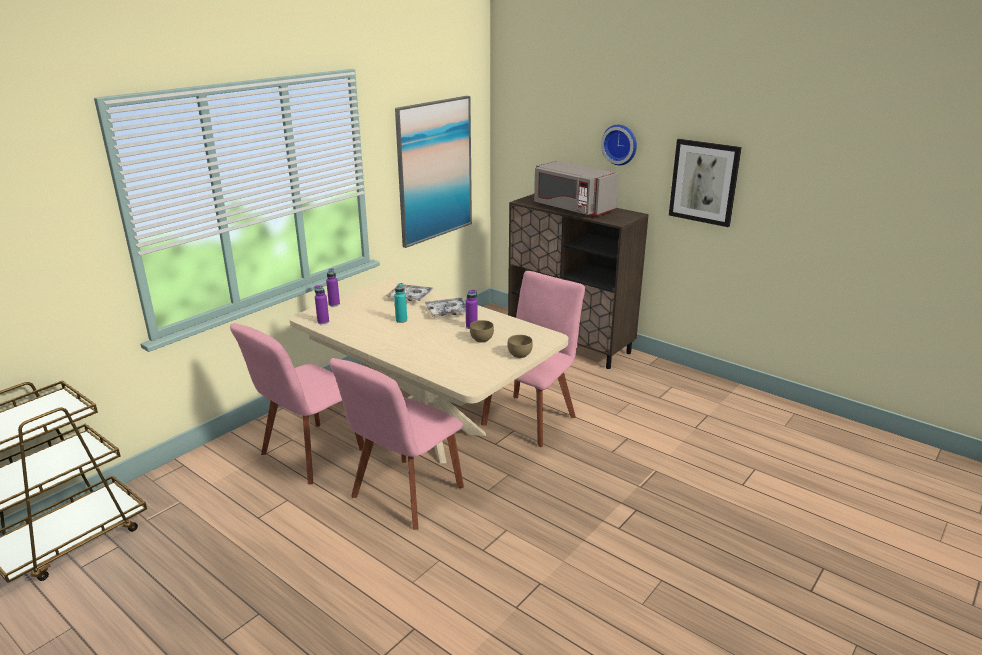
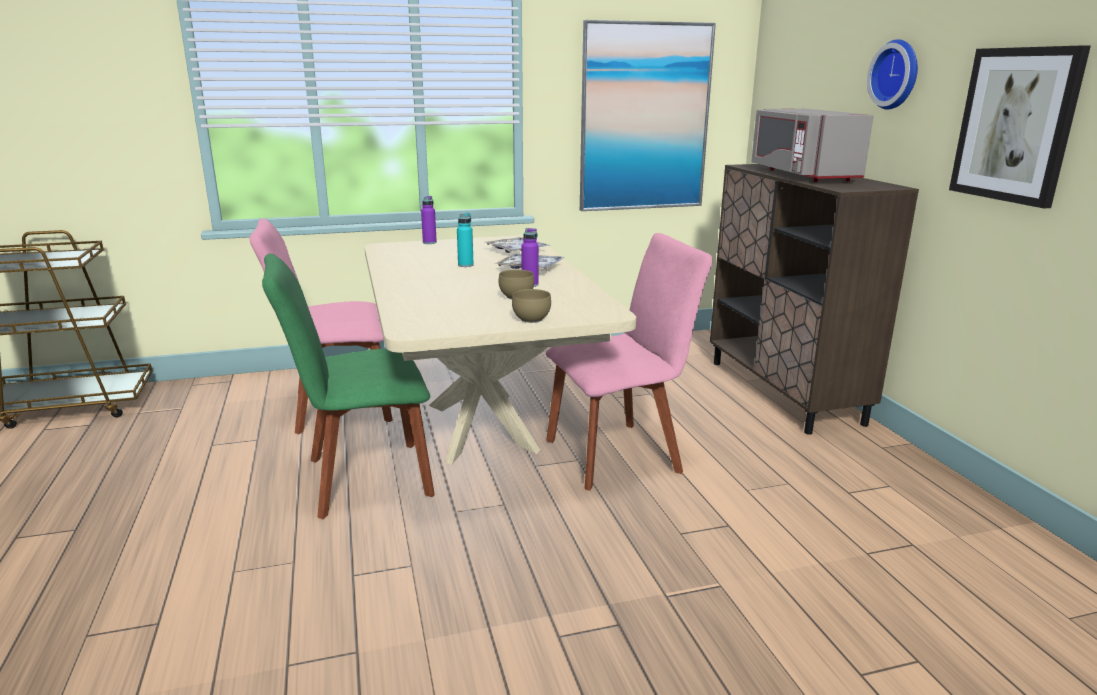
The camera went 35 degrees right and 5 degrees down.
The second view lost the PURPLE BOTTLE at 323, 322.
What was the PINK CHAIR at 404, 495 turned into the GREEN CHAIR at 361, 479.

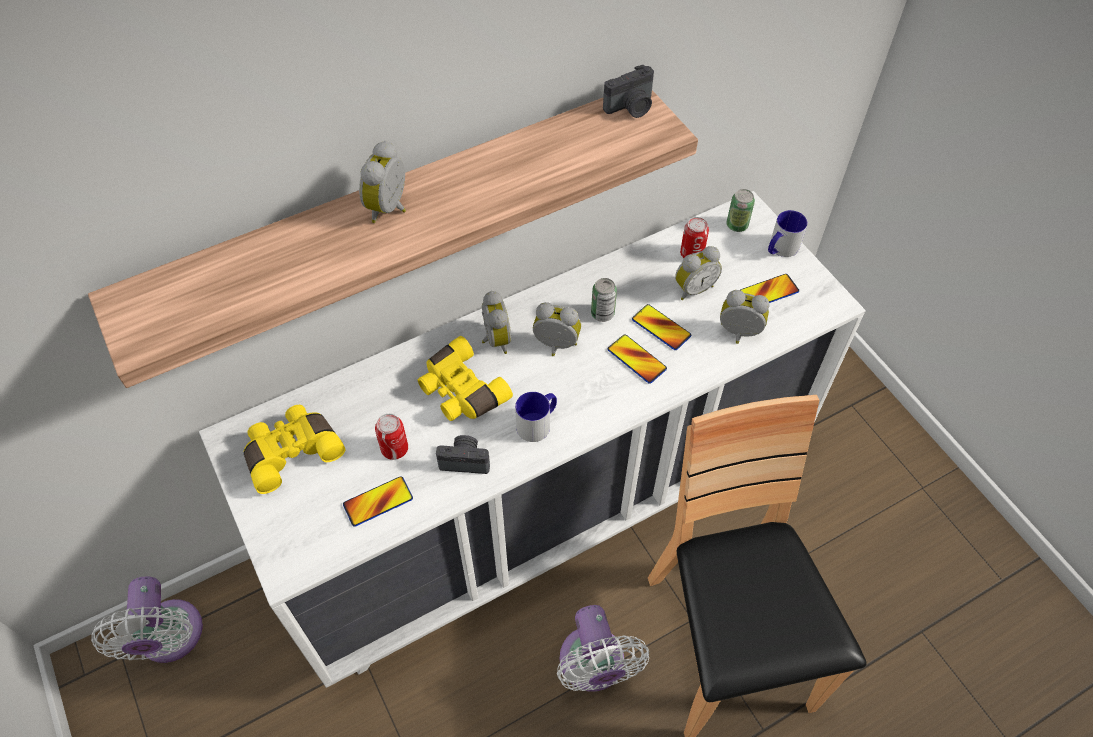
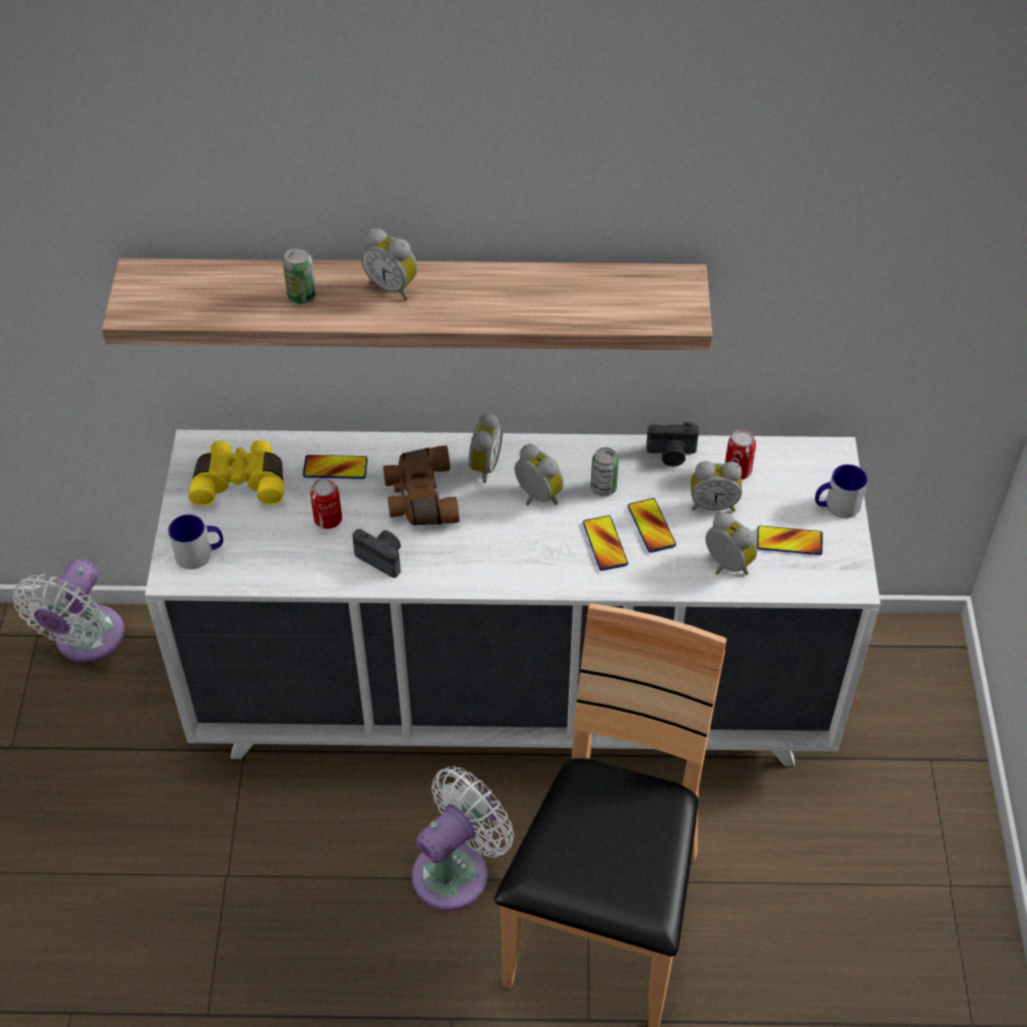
The camera went 30 degrees right and 5 degrees down.
The PHONE ended up elsewhere, having gone from 378, 502 to 335, 468.
The MUG ended up elsewhere, having gone from 538, 423 to 200, 554.
The PHOTO CAMERA ended up elsewhere, having gone from 631, 107 to 671, 454.
The CAN ended up elsewhere, having gone from 737, 225 to 302, 296.
What was the YELLOW BINOCULARS at 460, 391 turned into the BROWN BINOCULARS at 419, 497.
The ALARM CLOCK at 391, 208 ended up facing another way, 105 degrees counterclockwise from before.
The WHITE FAN at 593, 667 ended up facing another way, 150 degrees counterclockwise from before.

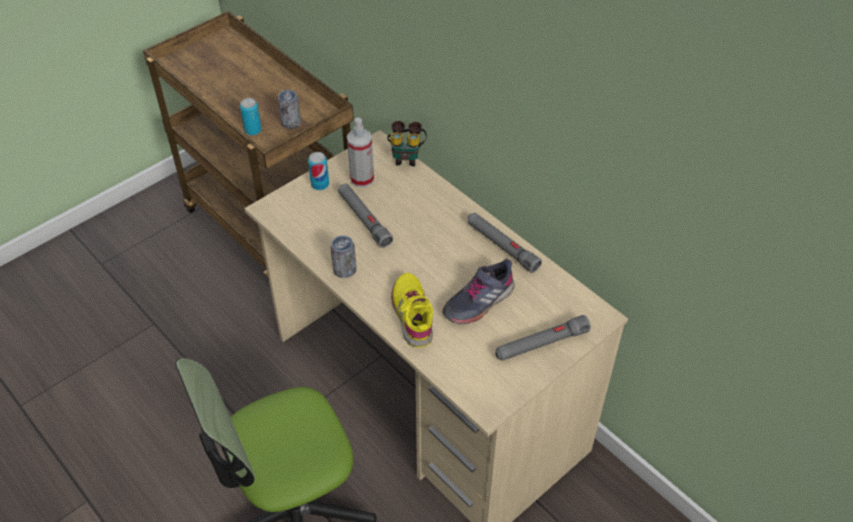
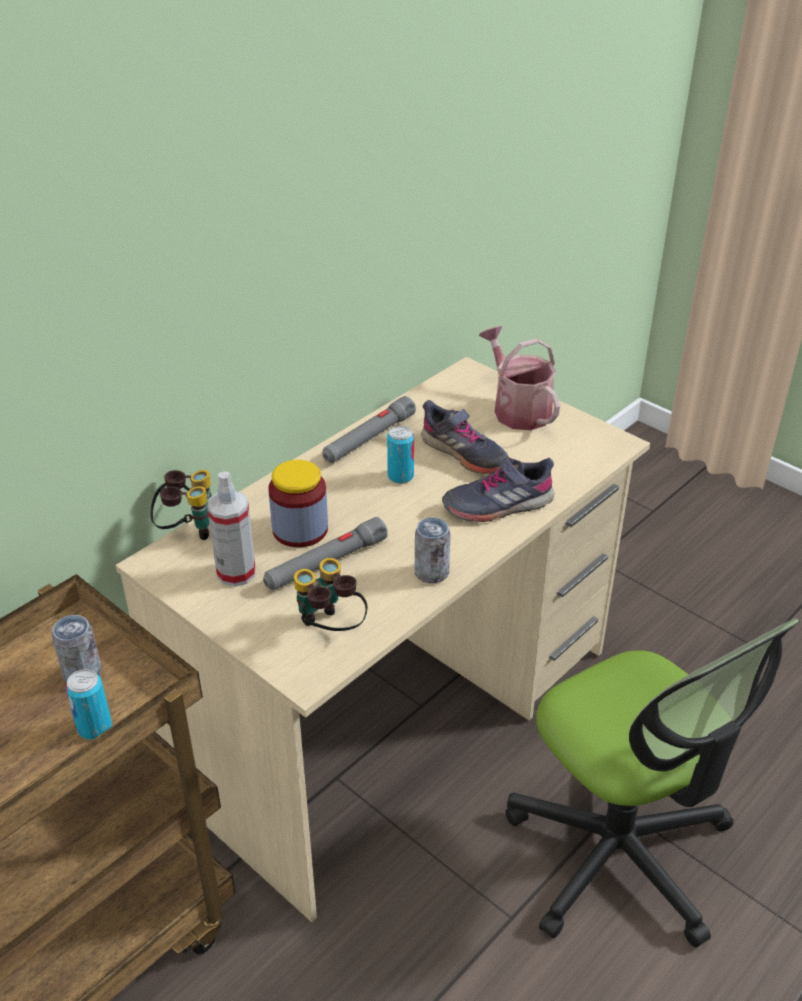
The camera went 95 degrees left and 10 degrees down.
The second view gained the JAR at 300, 529.
The second view gained the BINOCULARS at 329, 629.
The CAN ended up elsewhere, having gone from 320, 184 to 400, 476.
Where the GREY FLASHLIGHT stood at 541, 344, the WATERING CAN came to stand at 517, 409.
What was the YELLOW SHOE at 413, 314 turned into the GREY SHOE at 498, 504.

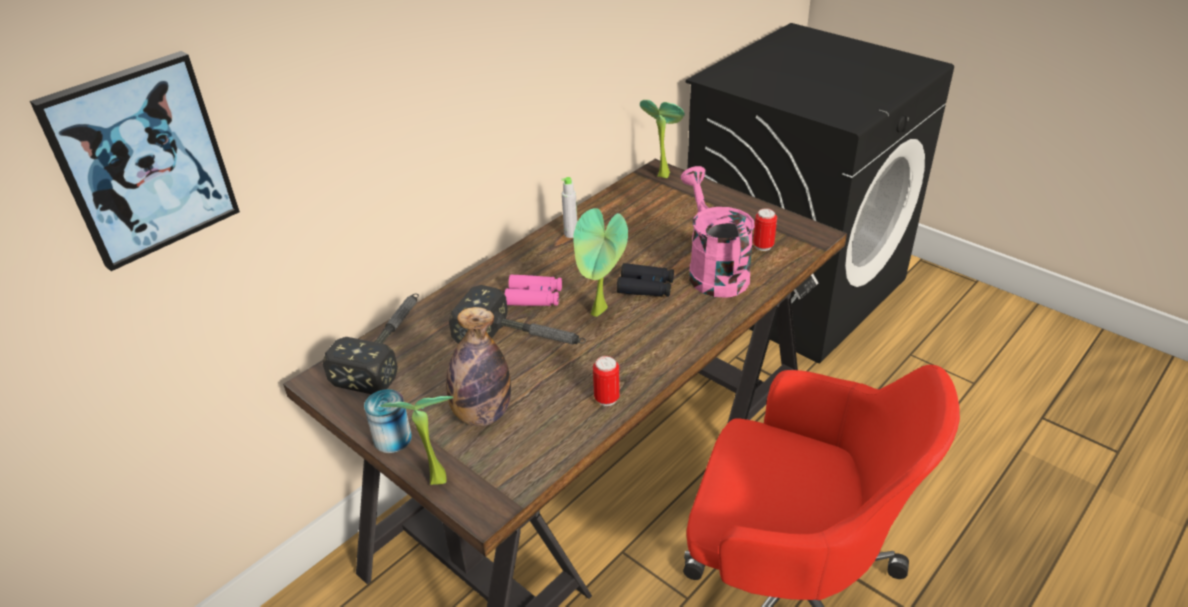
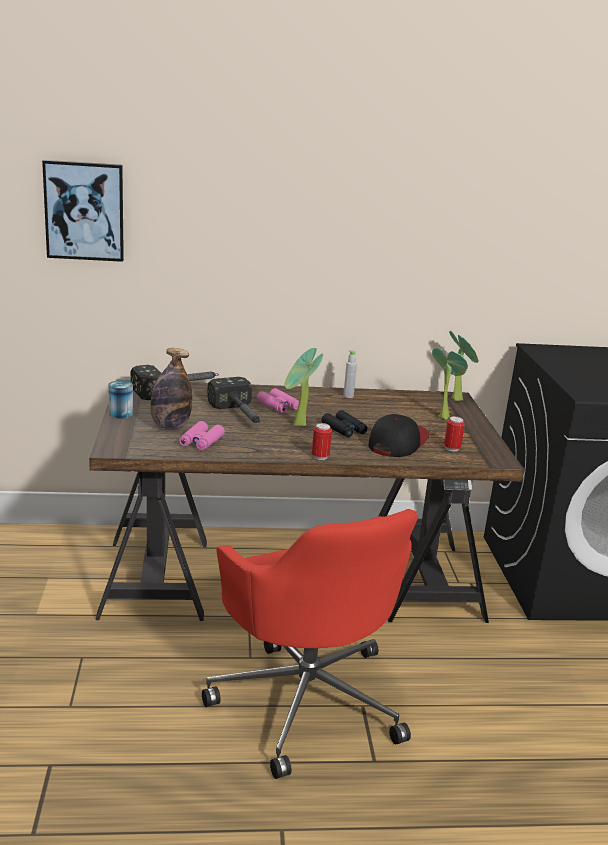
The camera went 40 degrees right and 15 degrees down.
The second view gained the PINK BINOCULARS at 201, 442.
The POTTED PLANT ended up elsewhere, having gone from 434, 476 to 442, 416.
The CAN ended up elsewhere, having gone from 607, 399 to 320, 457.
Where the PINK WATERING CAN stood at 713, 270, the CAP came to stand at 397, 442.

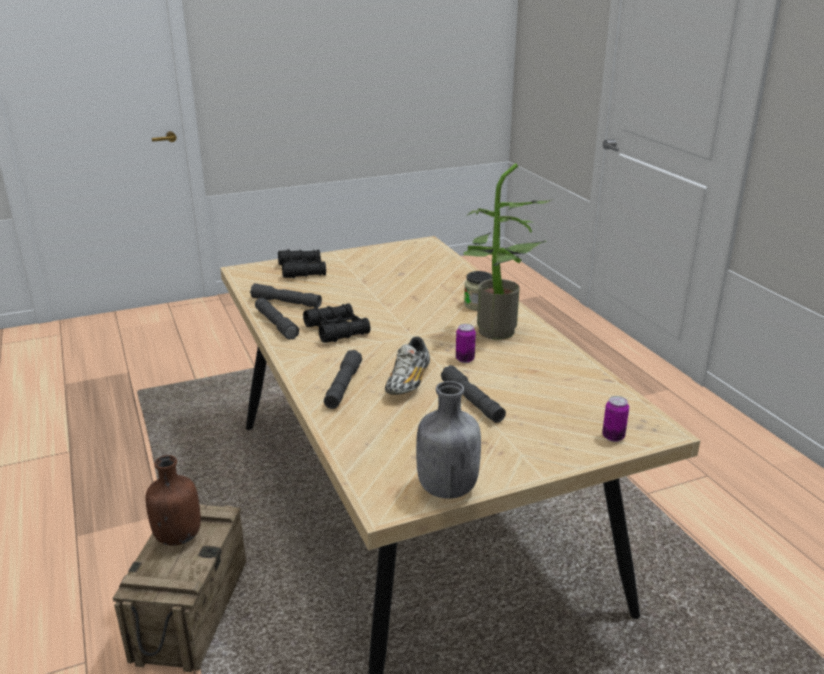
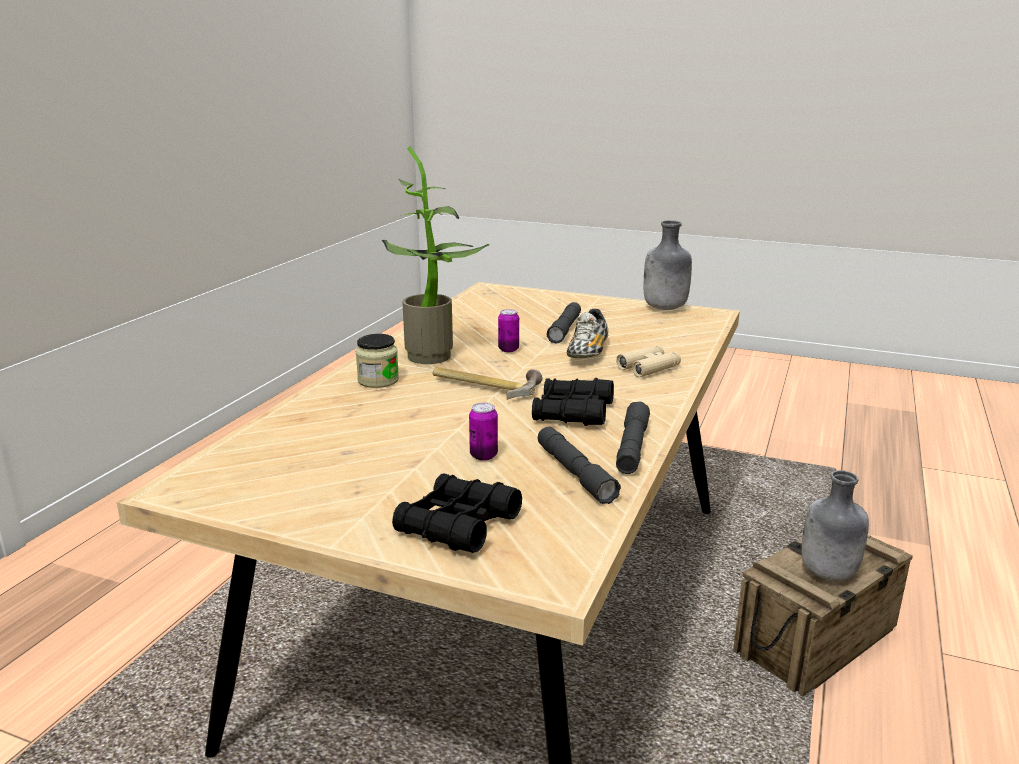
The camera went 135 degrees left and 5 degrees down.
The second view gained the HAMMER at 485, 385.
The CAN ended up elsewhere, having gone from 613, 437 to 483, 455.
Where the GREY FLASHLIGHT stood at 343, 386, the BEIGE BINOCULARS came to stand at 648, 368.
What was the BROWN BOTTLE at 178, 536 turned into the GREY BOTTLE at 828, 573.
The SHOE at 408, 382 ended up facing another way, 135 degrees clockwise from before.

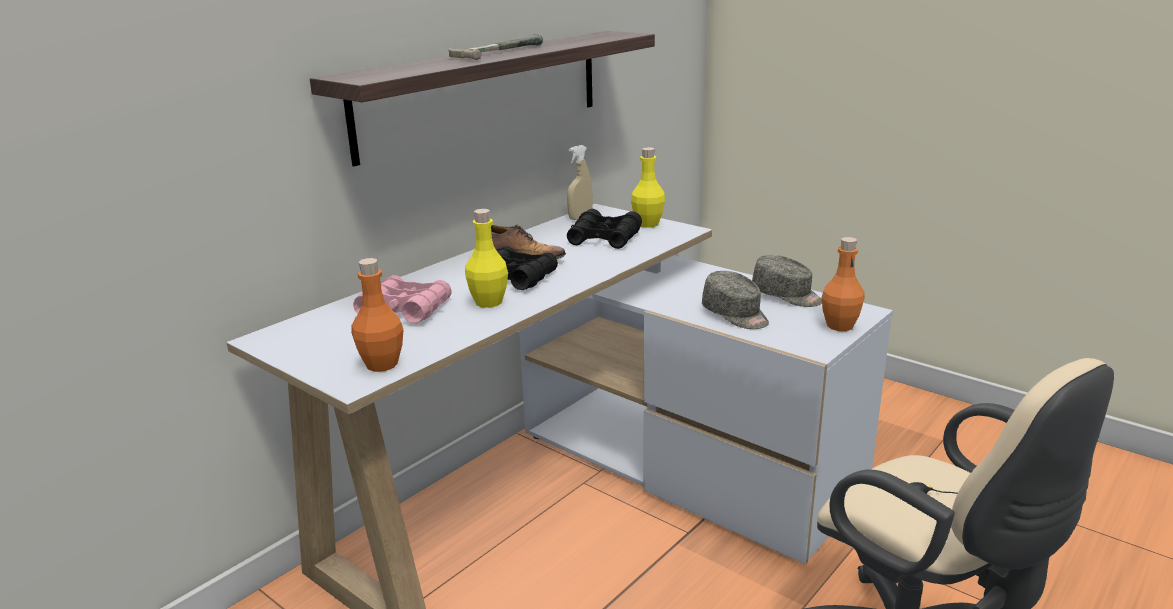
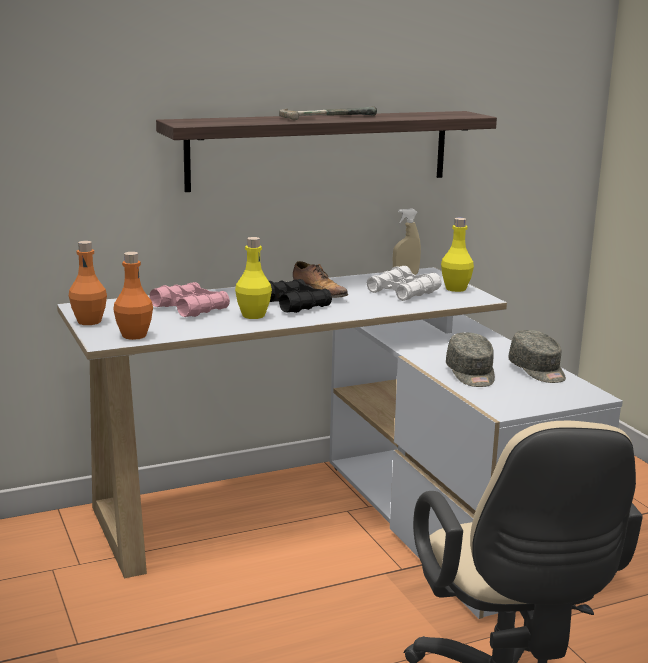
The camera went 25 degrees right and 5 degrees down.
The ORANGE BOTTLE ended up elsewhere, having gone from 840, 326 to 89, 321.
What was the BLACK BINOCULARS at 604, 238 turned into the WHITE BINOCULARS at 403, 292.

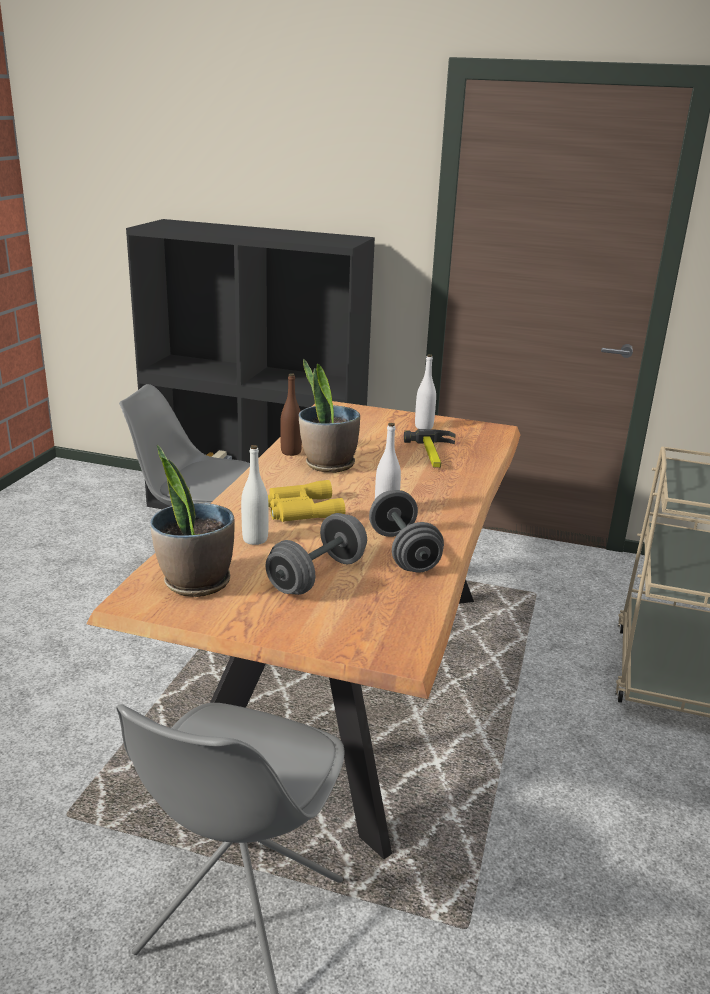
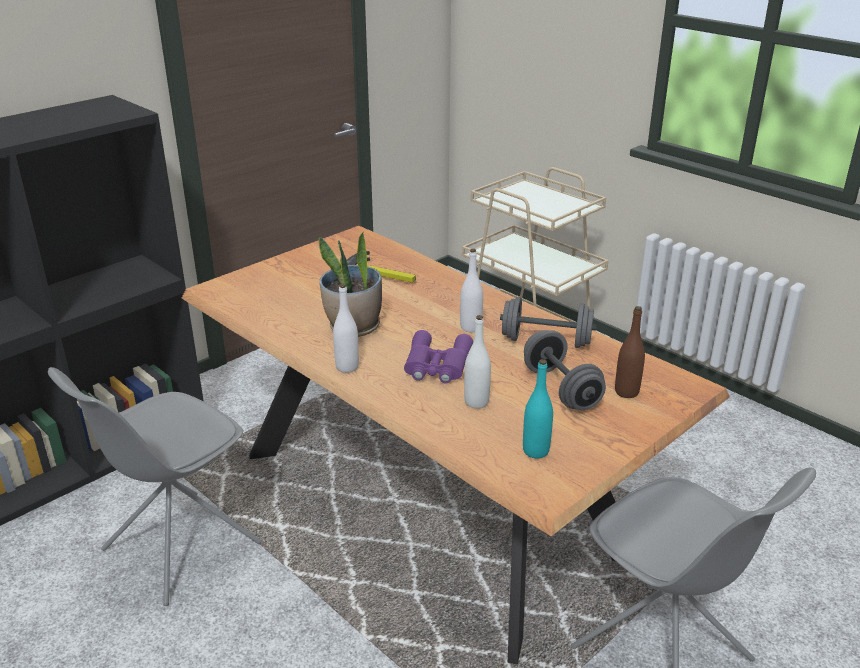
The camera went 60 degrees left and 5 degrees up.
The BROWN BOTTLE ended up elsewhere, having gone from 291, 452 to 626, 392.
The WHITE BOTTLE ended up elsewhere, having gone from 424, 427 to 347, 367.
Where the POTTED PLANT stood at 195, 582, the TURQUOISE BOTTLE came to stand at 535, 451.
What was the YELLOW BINOCULARS at 300, 510 turned into the PURPLE BINOCULARS at 436, 365.

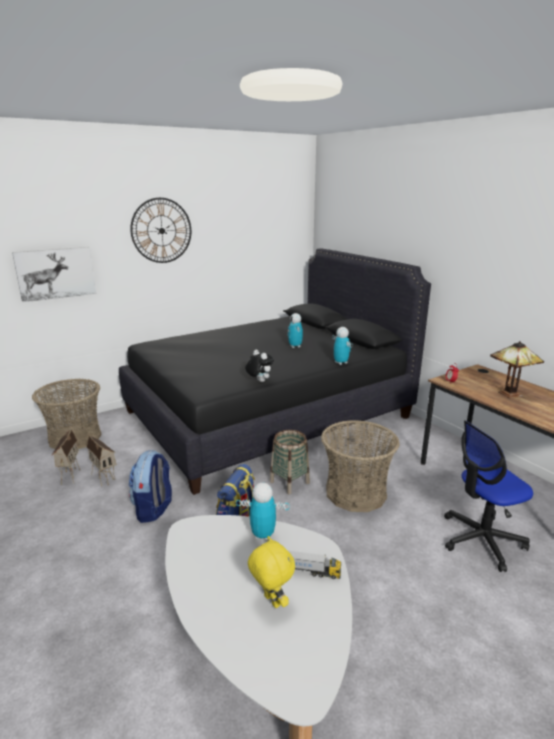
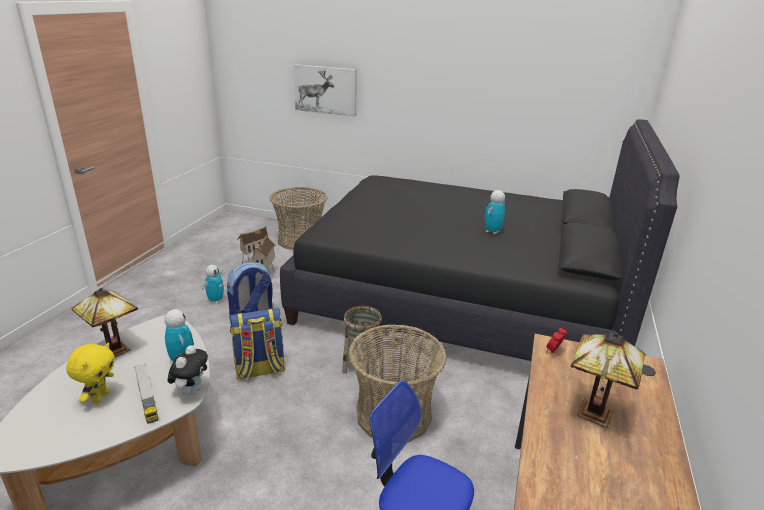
The camera went 50 degrees right and 5 degrees up.
The second view lost the WALL CLOCK at 161, 230.
The second view gained the TABLE LAMP at 113, 350.
The PLUSH TOY ended up elsewhere, having gone from 259, 381 to 191, 391.
The TOY ROBOT ended up elsewhere, having gone from 340, 363 to 216, 300.

